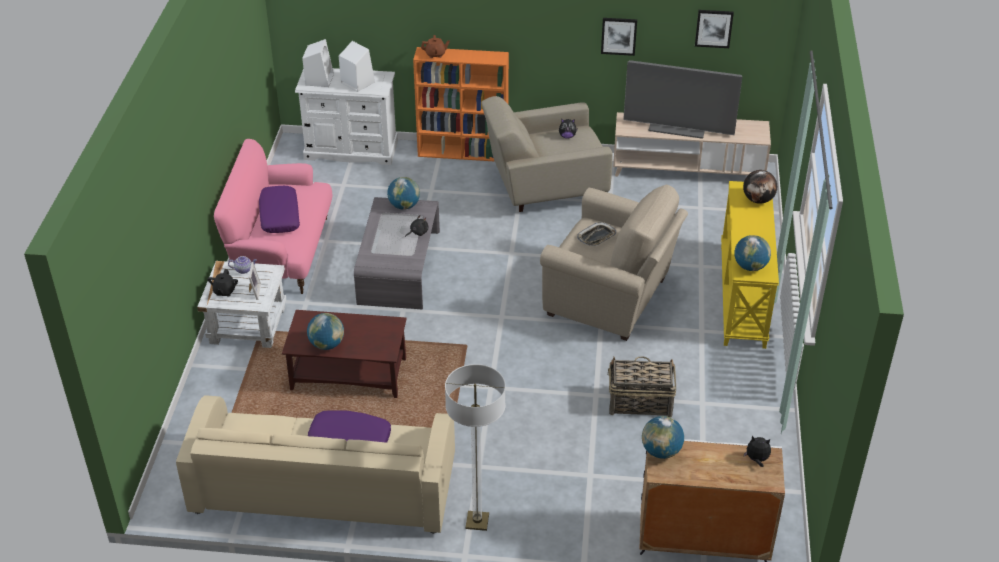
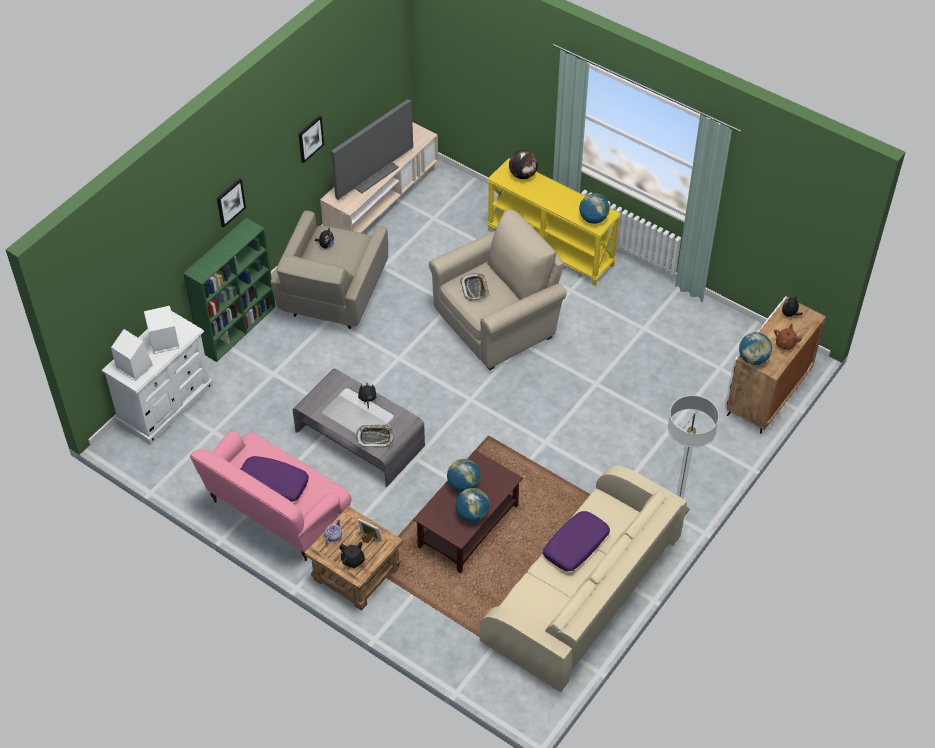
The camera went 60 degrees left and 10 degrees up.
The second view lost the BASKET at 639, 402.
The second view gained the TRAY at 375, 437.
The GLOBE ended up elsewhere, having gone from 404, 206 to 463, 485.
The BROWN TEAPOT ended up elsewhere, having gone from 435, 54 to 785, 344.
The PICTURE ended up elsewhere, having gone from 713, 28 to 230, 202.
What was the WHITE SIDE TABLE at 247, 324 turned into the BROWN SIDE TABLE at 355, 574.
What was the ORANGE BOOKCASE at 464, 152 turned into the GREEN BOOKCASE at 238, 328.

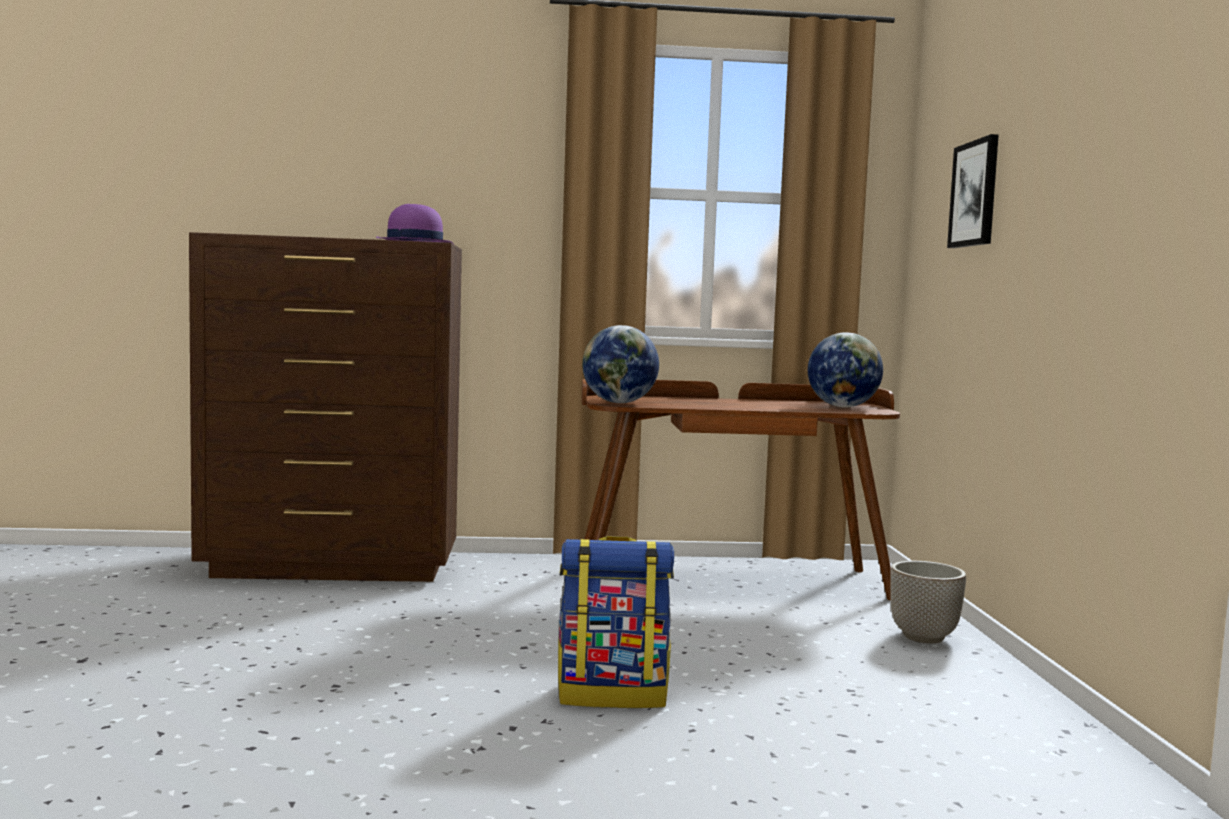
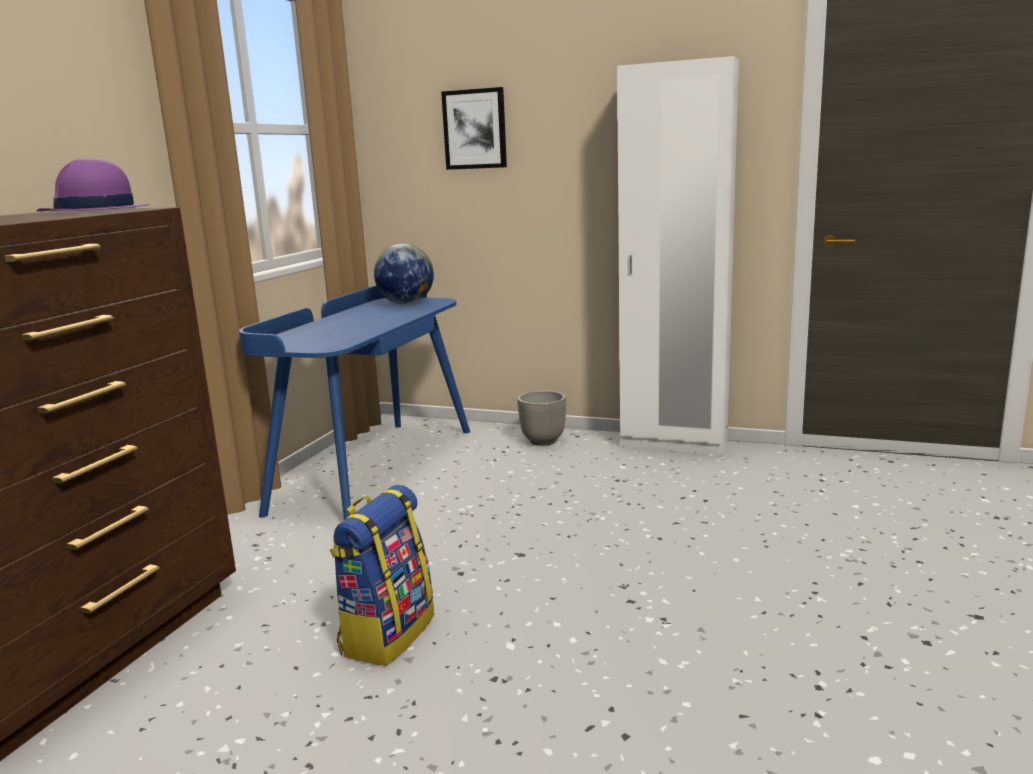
The camera went 65 degrees left and 10 degrees up.
The second view lost the GLOBE at 619, 403.
The second view gained the WHITE WARDROBE at 673, 444.
The BACKPACK ended up elsewhere, having gone from 613, 694 to 387, 634.
What was the BROWN DESK at 730, 581 turned into the BLUE DESK at 374, 468.

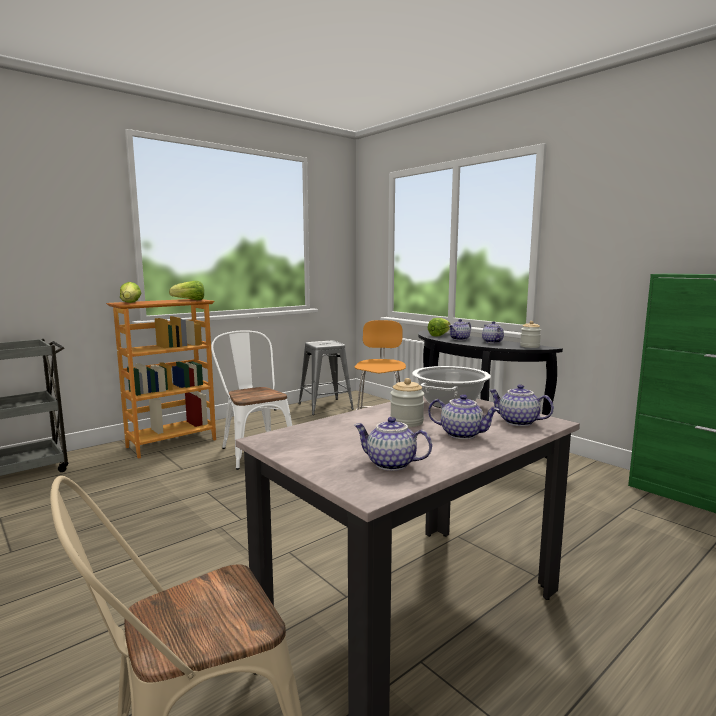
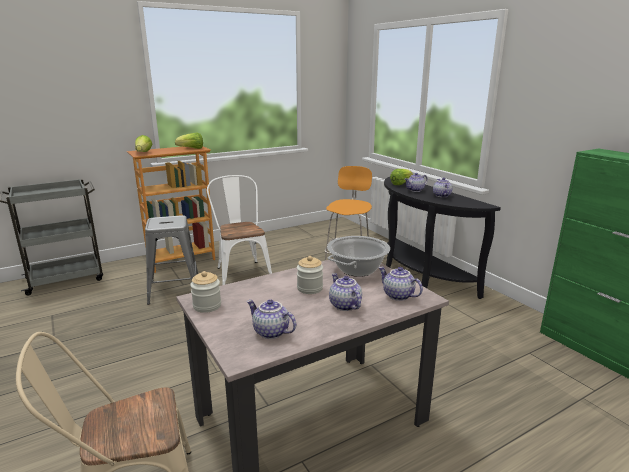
The camera went 10 degrees right and 10 degrees up.
The GREY STOOL ended up elsewhere, having gone from 325, 407 to 174, 290.
The JAR ended up elsewhere, having gone from 529, 346 to 207, 306.
The TEAPOT at 462, 434 ended up facing another way, 150 degrees counterclockwise from before.

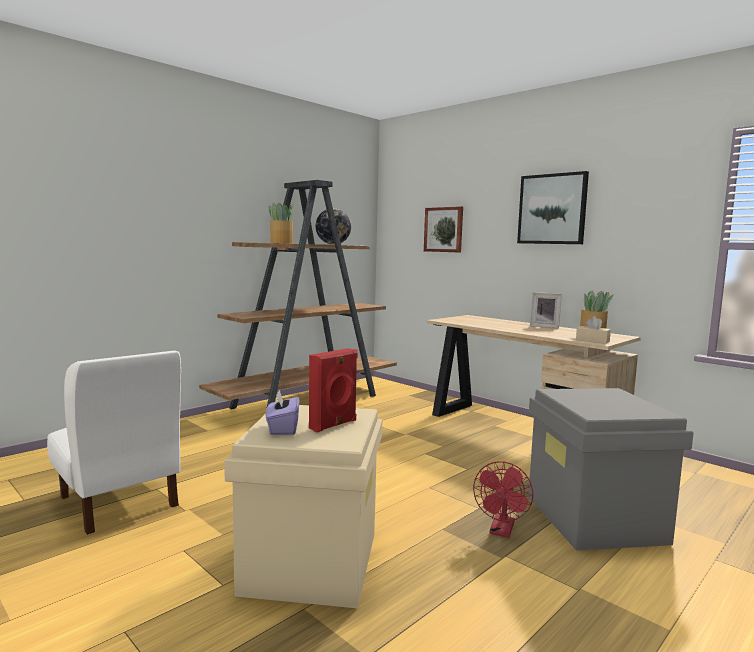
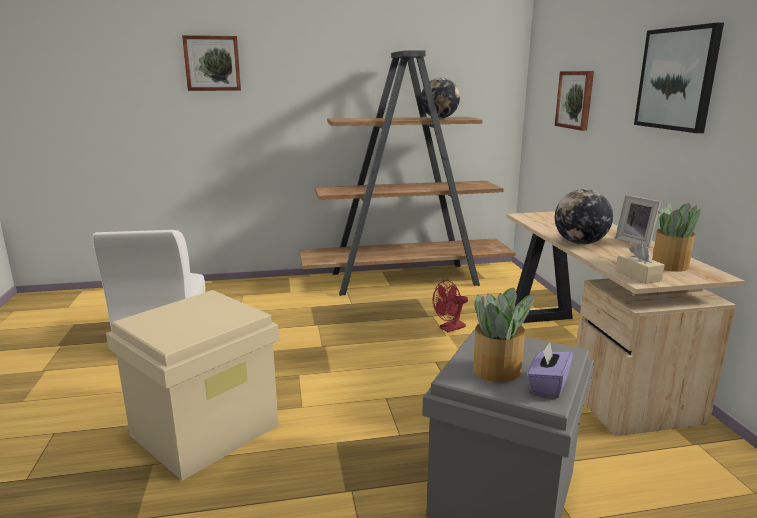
The camera went 35 degrees right and 10 degrees up.
The second view lost the RED SPEAKER at 334, 425.
The second view gained the PICTURE at 212, 63.
The second view gained the GLOBE at 580, 243.
The PURPLE TISSUE BOX ended up elsewhere, having gone from 282, 429 to 547, 385.
The POTTED PLANT ended up elsewhere, having gone from 282, 243 to 498, 370.
The RED FAN ended up elsewhere, having gone from 501, 531 to 449, 329.

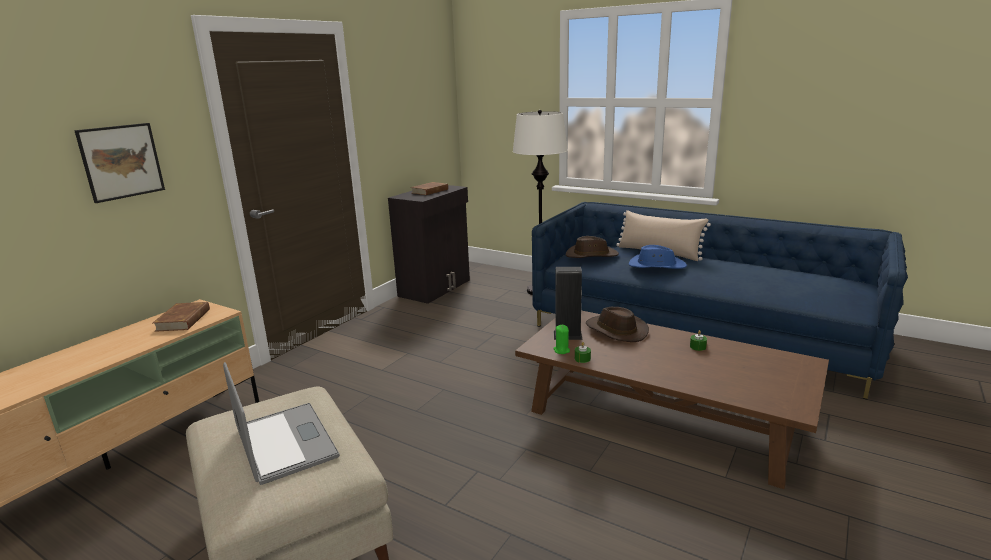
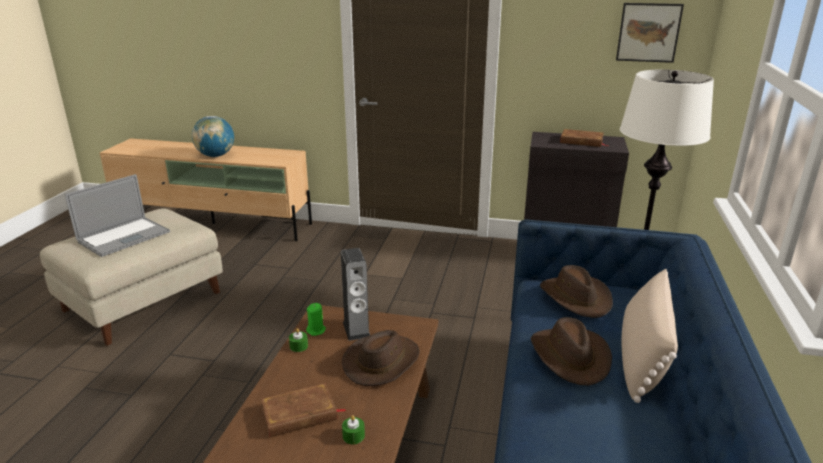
The camera went 70 degrees right and 5 degrees up.
The second view gained the GLOBE at 215, 156.
The PICTURE ended up elsewhere, having gone from 121, 161 to 648, 32.
The BROWN BOOK ended up elsewhere, having gone from 184, 320 to 300, 414.
What was the BLUE HAT at 656, 265 turned into the BROWN HAT at 571, 356.

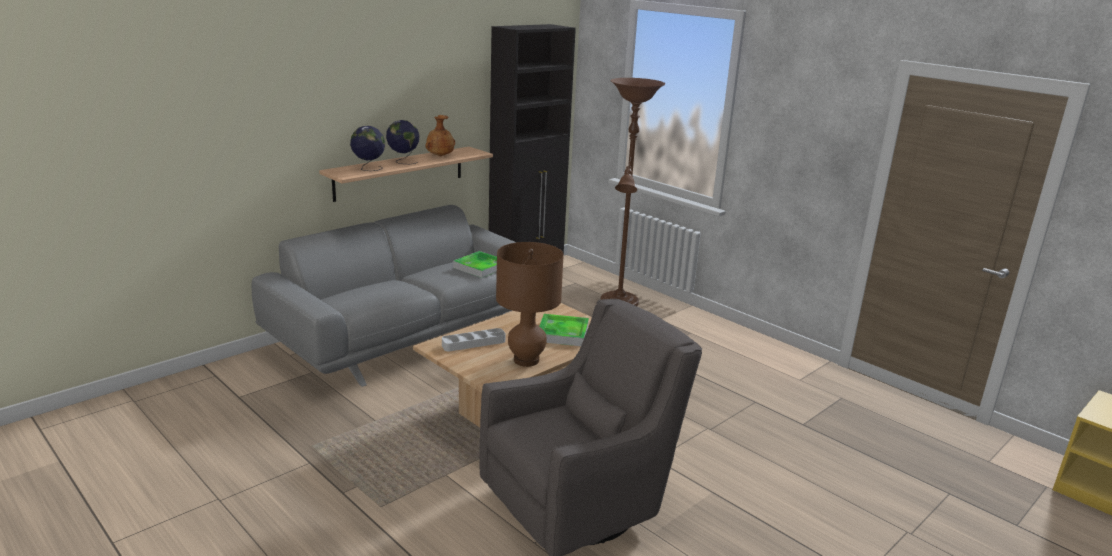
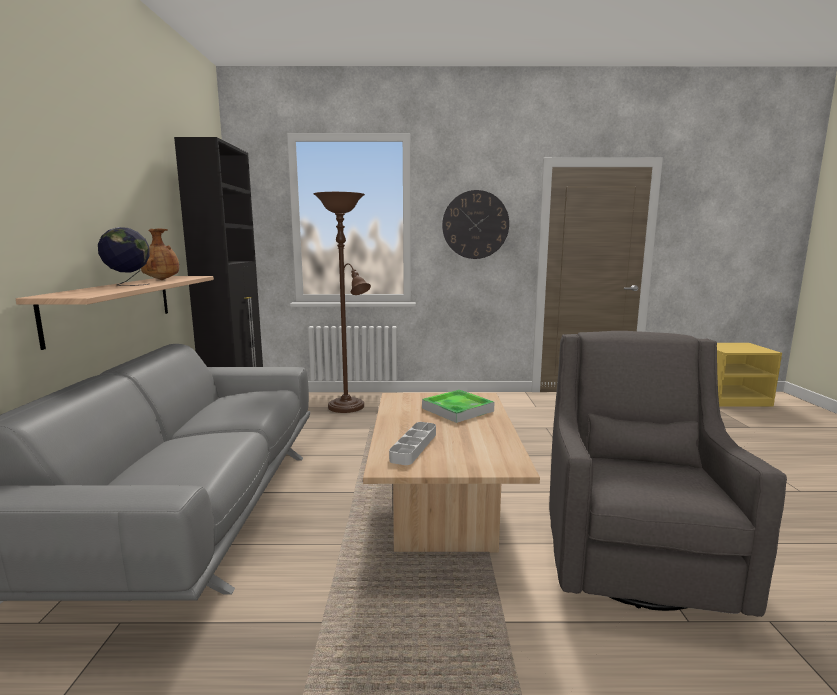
The camera went 45 degrees left and 10 degrees down.
The second view lost the GLOBE at 368, 169.
The second view lost the TRAY at 480, 267.
The second view lost the BROWN TABLE LAMP at 526, 360.
The second view gained the WALL CLOCK at 475, 225.

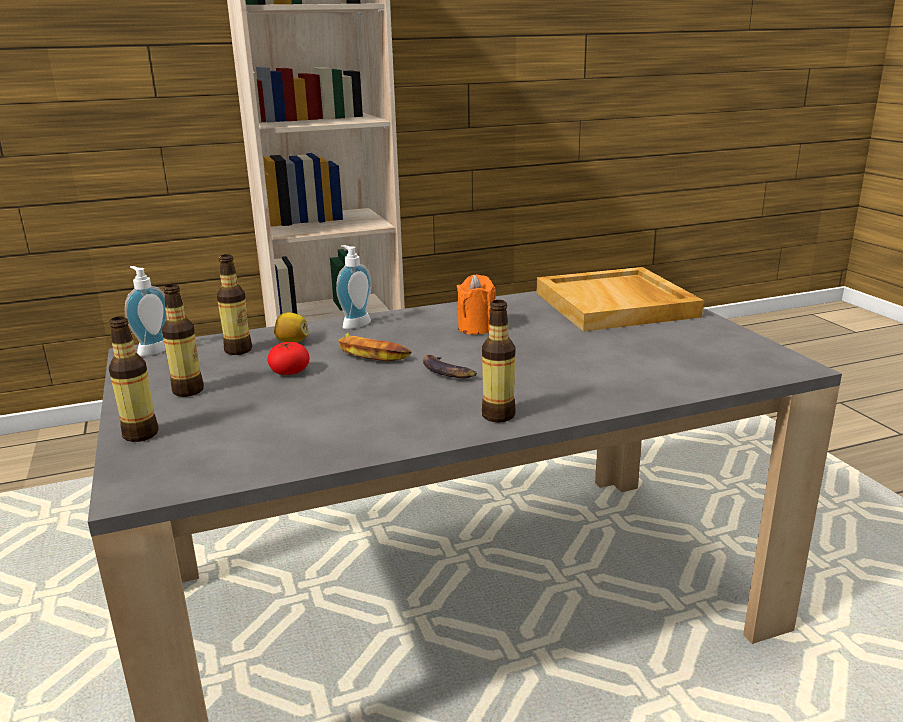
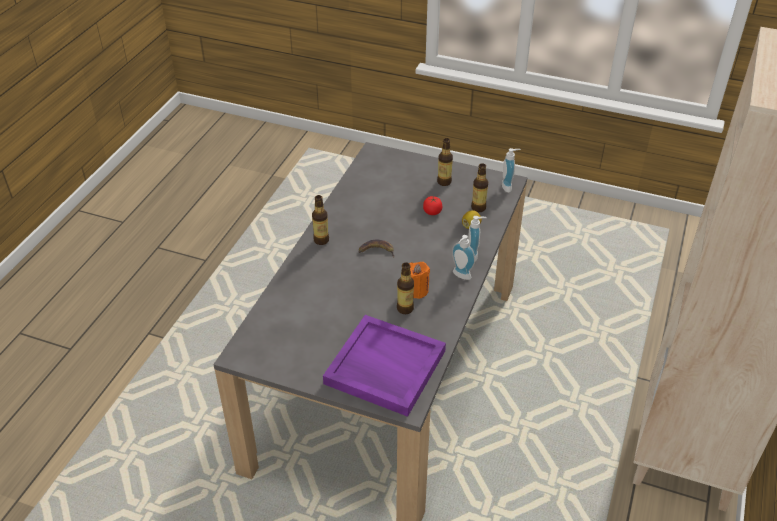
The camera went 130 degrees right and 20 degrees up.
The second view lost the BANANA at 372, 353.
The second view gained the SOAP DISPENSER at 460, 276.
The BOTTLE ended up elsewhere, having gone from 140, 434 to 405, 308.
What was the BEIGE TRAY at 616, 304 turned into the PURPLE TRAY at 384, 367.

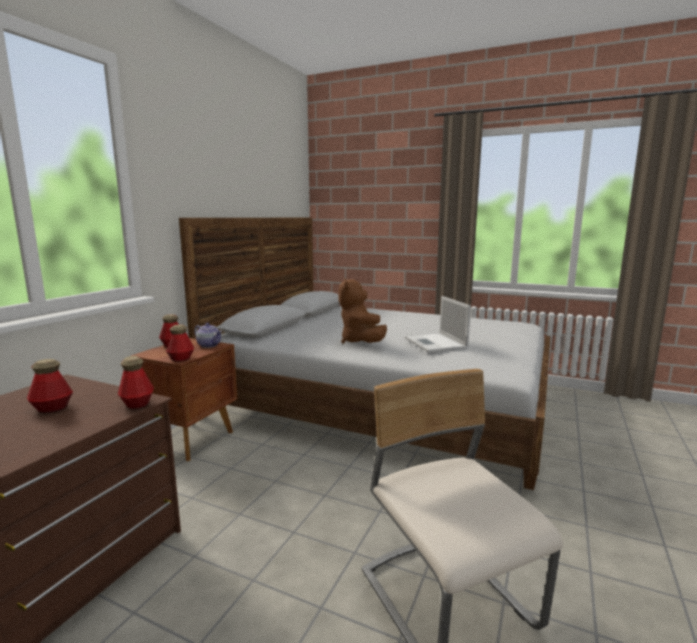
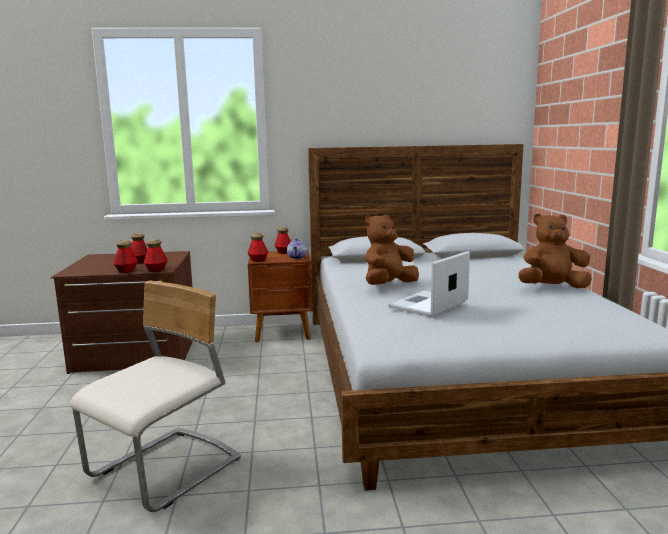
The camera went 60 degrees right and 0 degrees up.
The second view gained the BOTTLE at 126, 271.
The second view gained the BROWN PLUSH TOY at 552, 288.

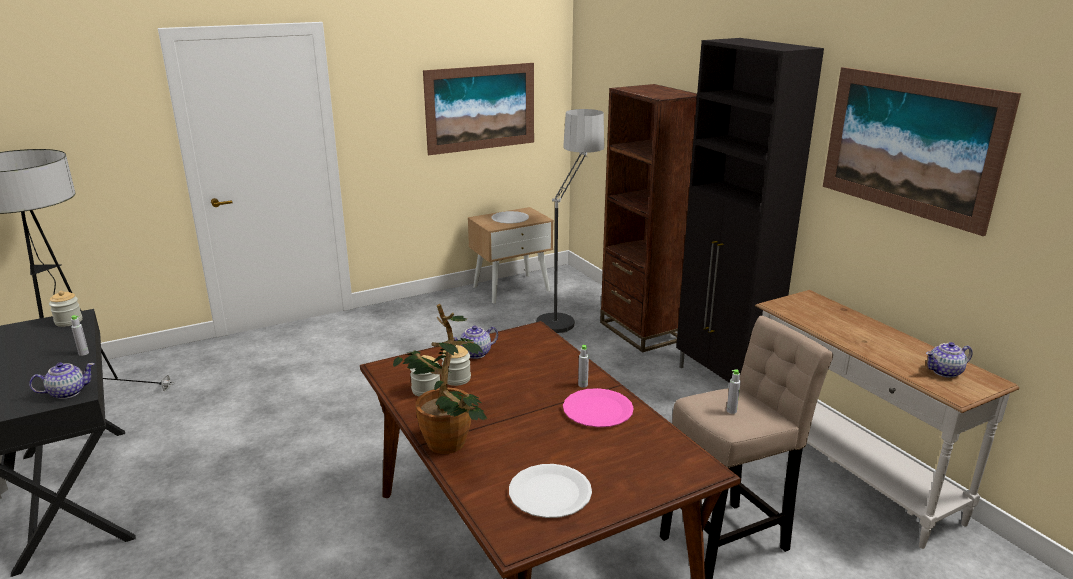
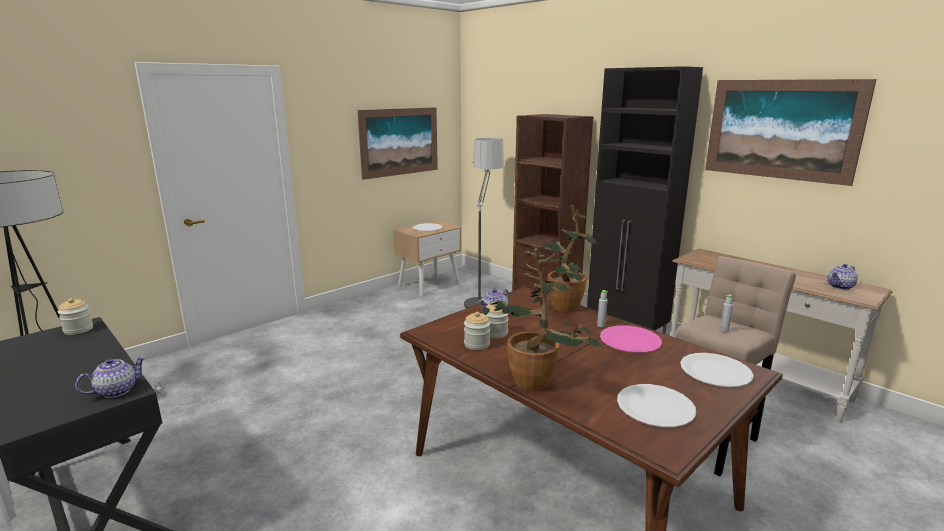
The camera went 15 degrees left and 5 degrees down.
The second view lost the GREY BOTTLE at 83, 353.
The second view gained the POTTED PLANT at 564, 309.
The second view gained the WHITE PLATE at 715, 372.

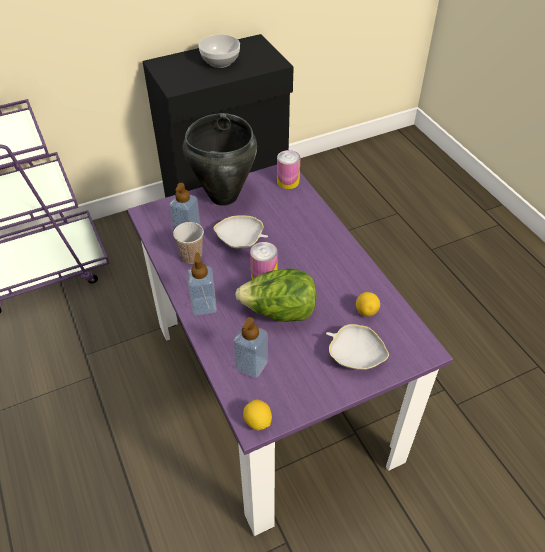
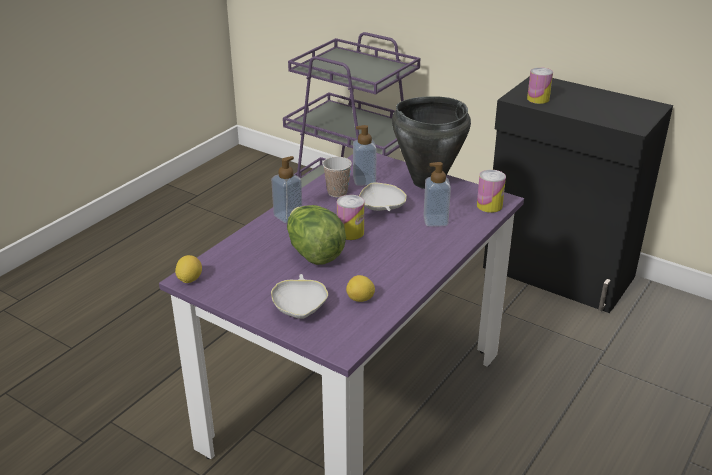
The camera went 60 degrees right and 15 degrees down.
The second view lost the BOWL at 220, 61.
The second view gained the CAN at 538, 99.
The SOAP DISPENSER ended up elsewhere, having gone from 251, 365 to 435, 221.

